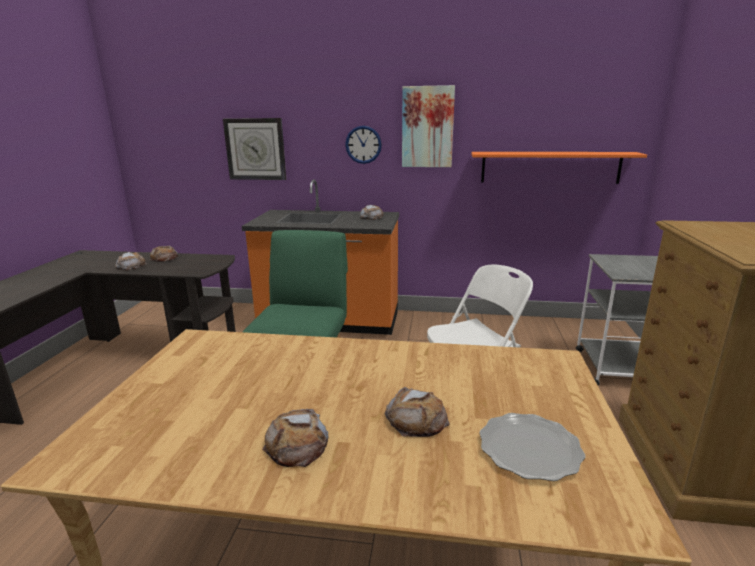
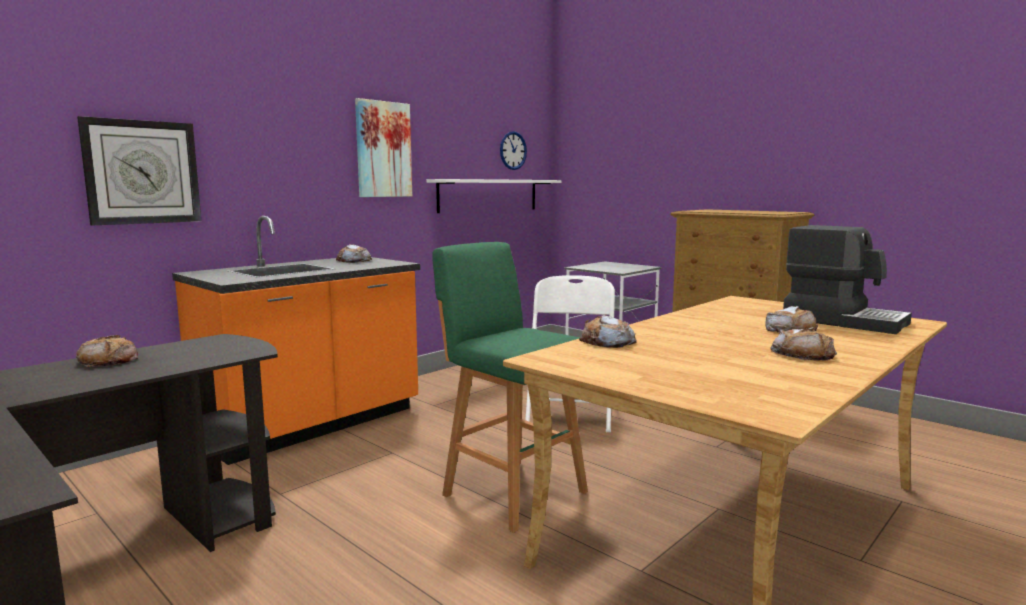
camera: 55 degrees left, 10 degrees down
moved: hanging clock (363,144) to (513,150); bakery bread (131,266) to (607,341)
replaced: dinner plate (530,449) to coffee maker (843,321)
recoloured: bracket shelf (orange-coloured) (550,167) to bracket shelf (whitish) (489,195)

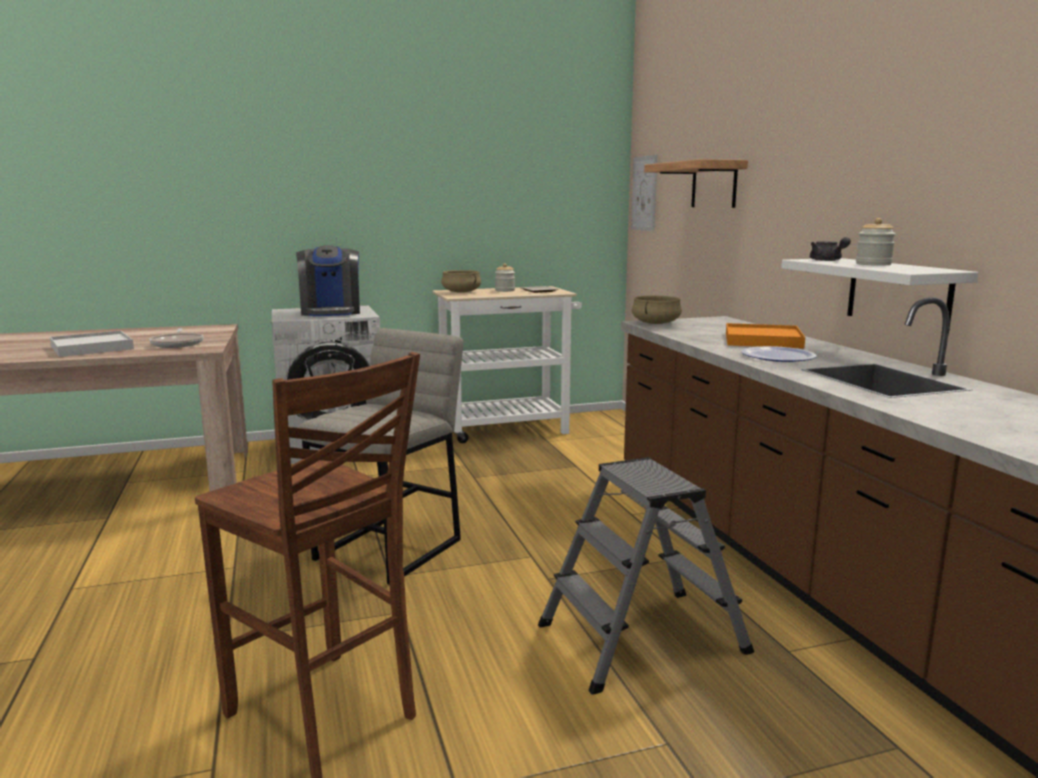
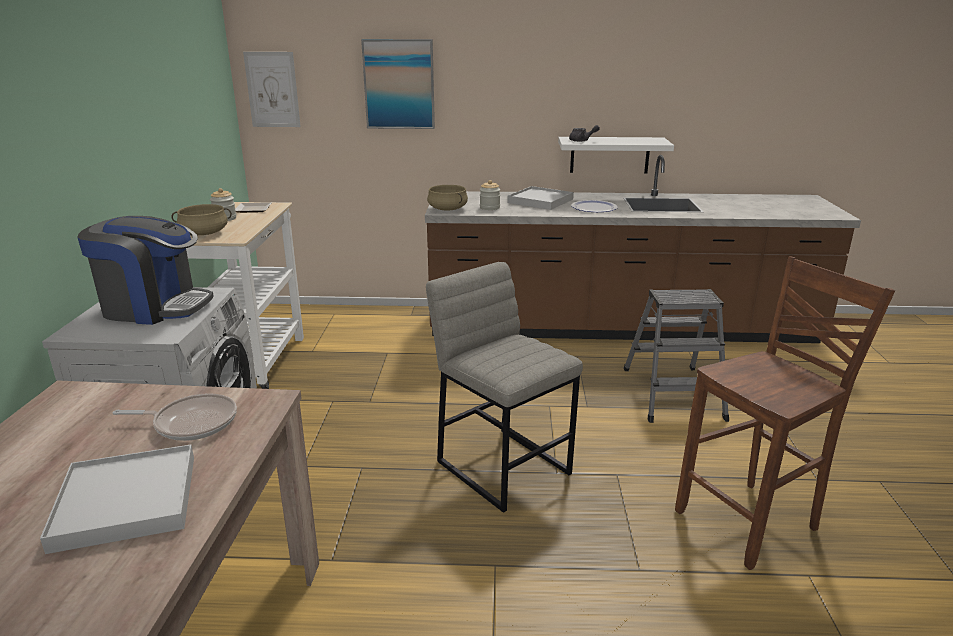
camera: 70 degrees left, 10 degrees up
moved: preserve jar (873,264) to (489,207)
replaced: bracket shelf (714,185) to picture (399,84)
recoloured: tray (orange-coloured) (762,340) to tray (whitish) (540,201)

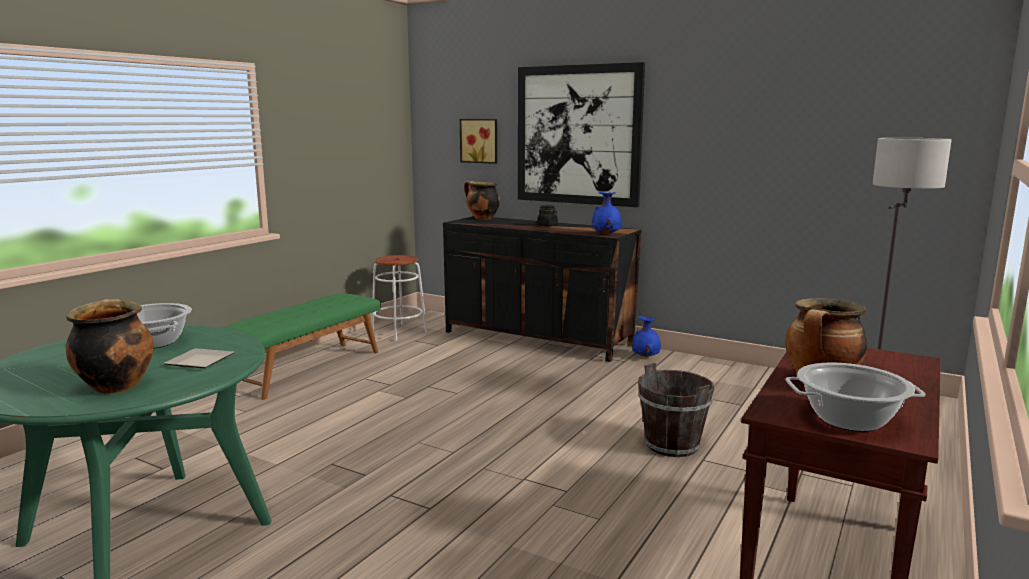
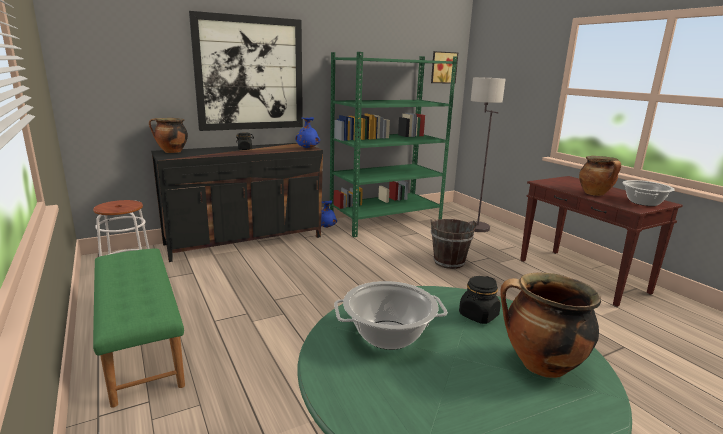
camera: 60 degrees left, 5 degrees up
added: bookshelf (green) (385,221)
moved: picture (480,141) to (443,67)
replaced: dinner plate (202,361) to preserve jar (blackish) (478,315)

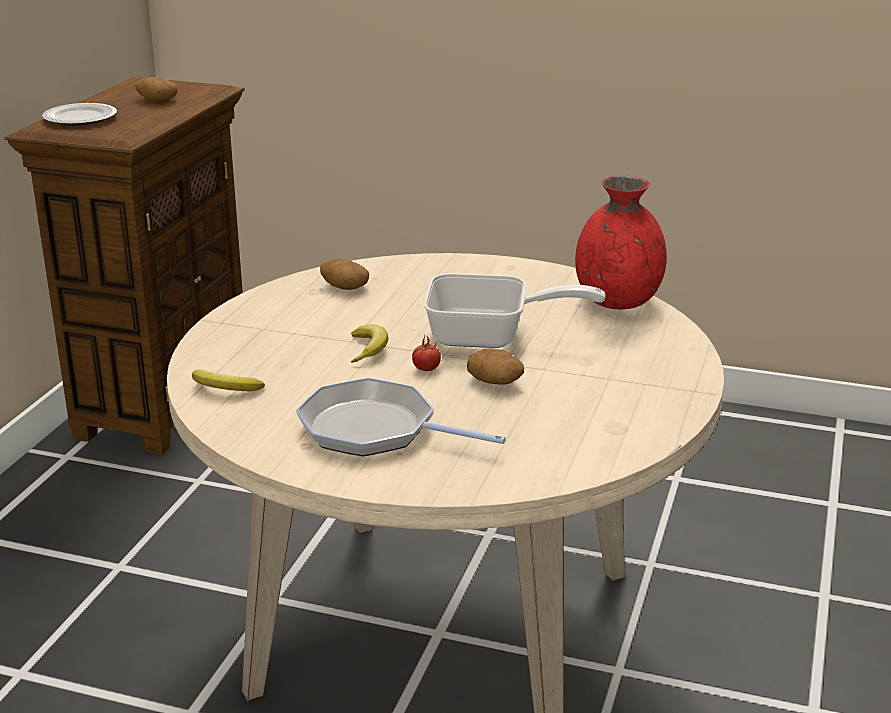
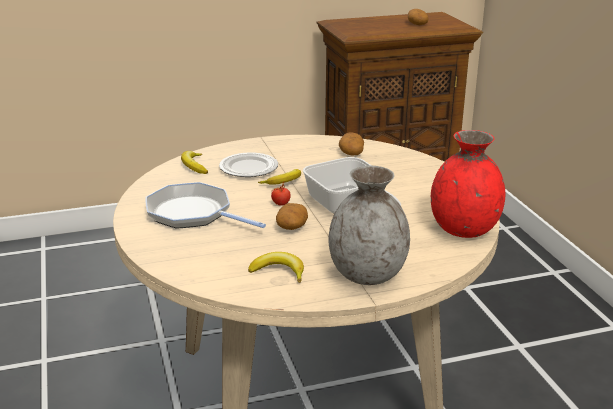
camera: 55 degrees right, 0 degrees up
added: vase (greyish) (368,275); whole banana (279,272)
moved: dinner plate (80,118) to (249,168)
turned: pan (375,430) = (193,214) 45 degrees counterclockwise

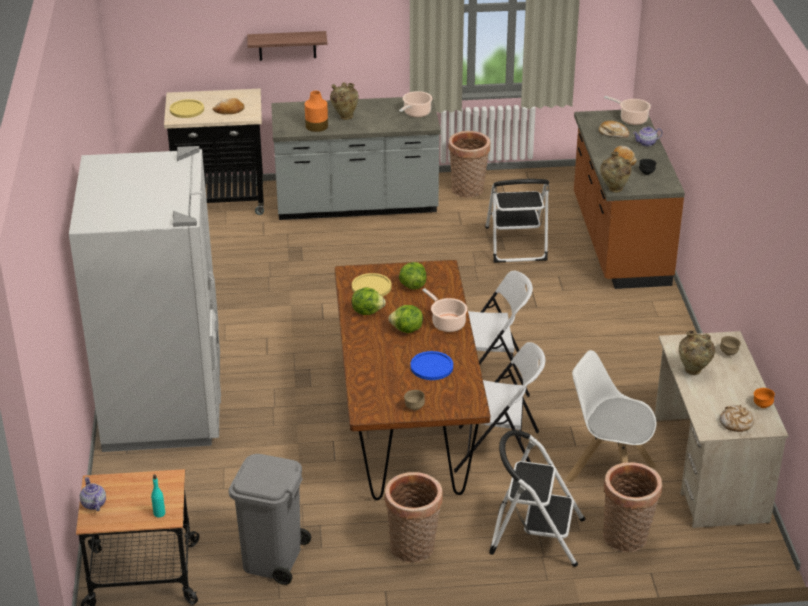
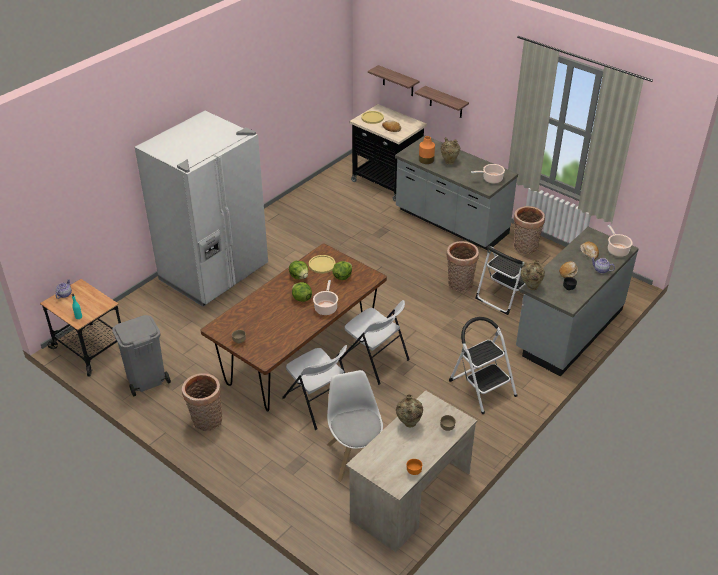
camera: 45 degrees right, 5 degrees up
removed: dinner plate (bluish) (431,367); bakery bread (736,423)
added: bracket shelf (398,81)
moved: step ladder (534,536) to (481,387); basket (626,539) to (459,285)
recoloured: kitchen base unit (brown-coloured) (618,242) to kitchen base unit (greyish) (568,330)

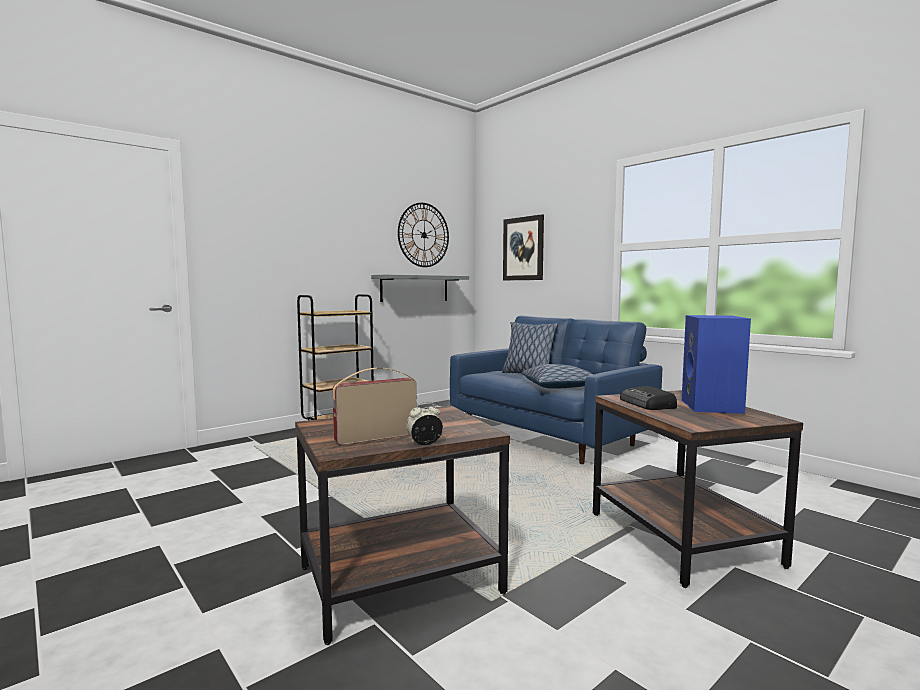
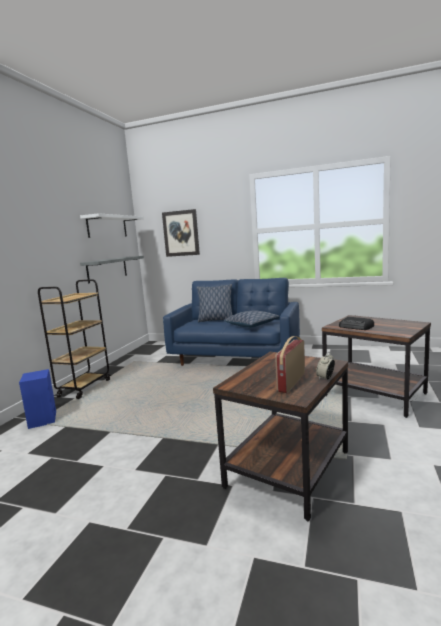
camera: 30 degrees left, 5 degrees up
moved: speaker (bluish) (713,407) to (43,420)
replaced: hanging clock (424,235) to bracket shelf (whitish) (107,227)

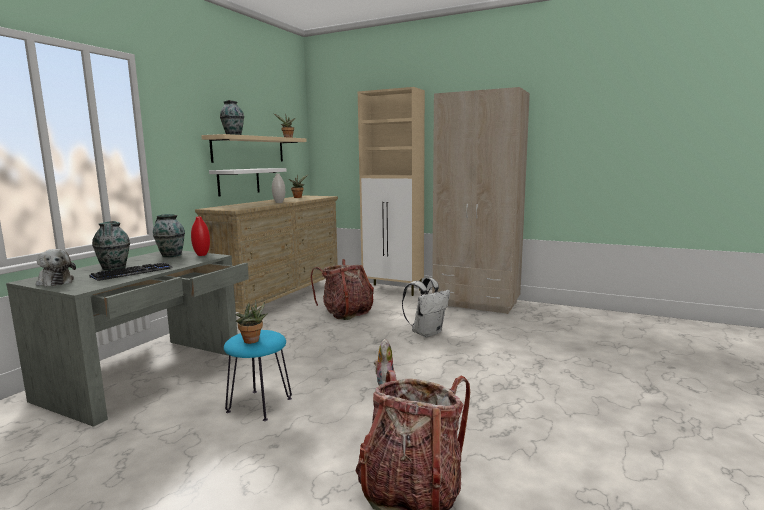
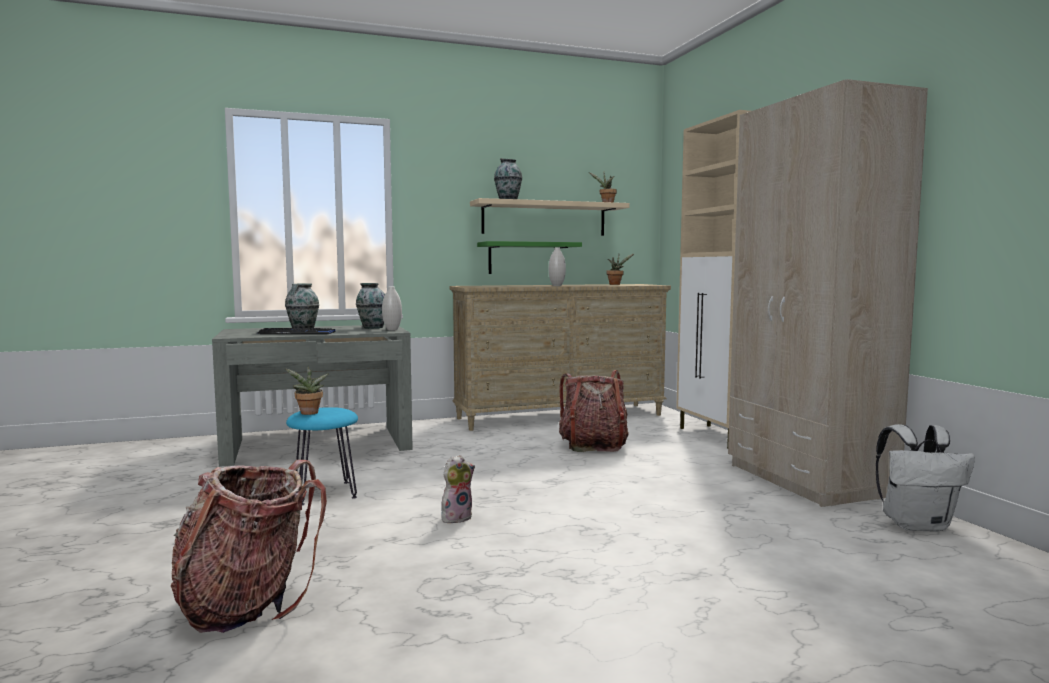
camera: 45 degrees right, 5 degrees down
removed: plush toy (55,282)
moved: backpack (whitish) (427,333) to (916,525)
recoloured: bracket shelf (whitish) (238,181) to bracket shelf (green) (523,258); vase (red-coloured) (202,255) to vase (whitish) (392,330)

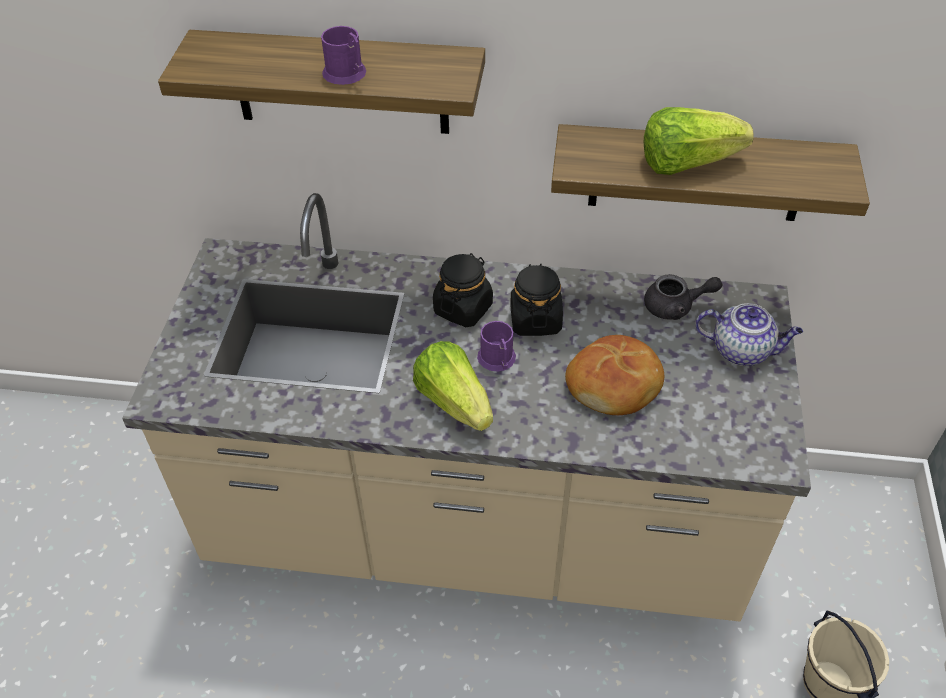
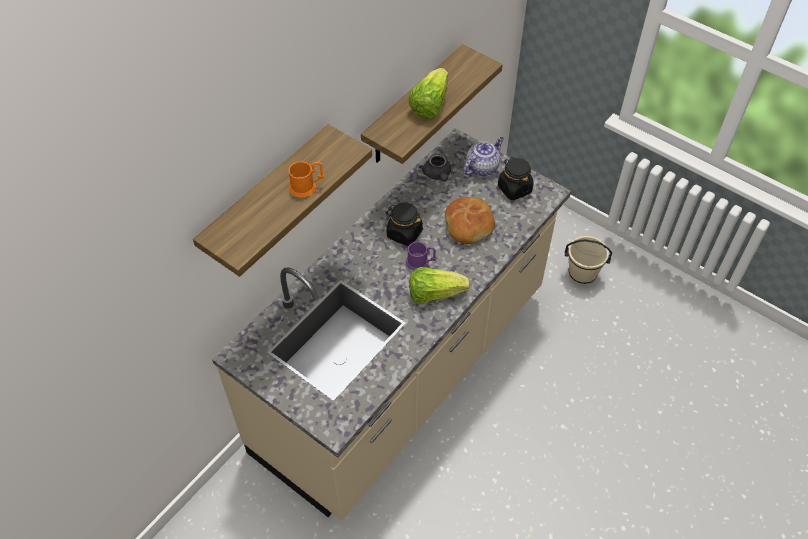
camera: 60 degrees left, 5 degrees up
moved: preserve jar (blackish) (463,308) to (514,189)
recoloured: tea mug (purple) (347,75) to tea mug (orange-coloured) (306,186)
turned: pot for tea (greyish) (675,307) = (437,175) 135 degrees clockwise

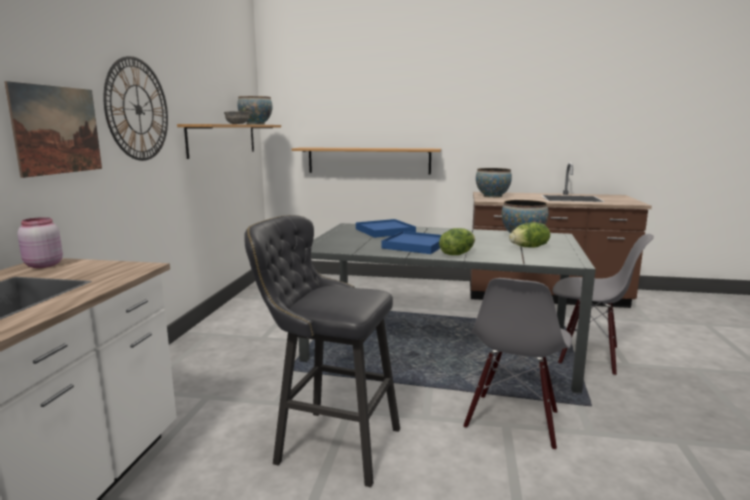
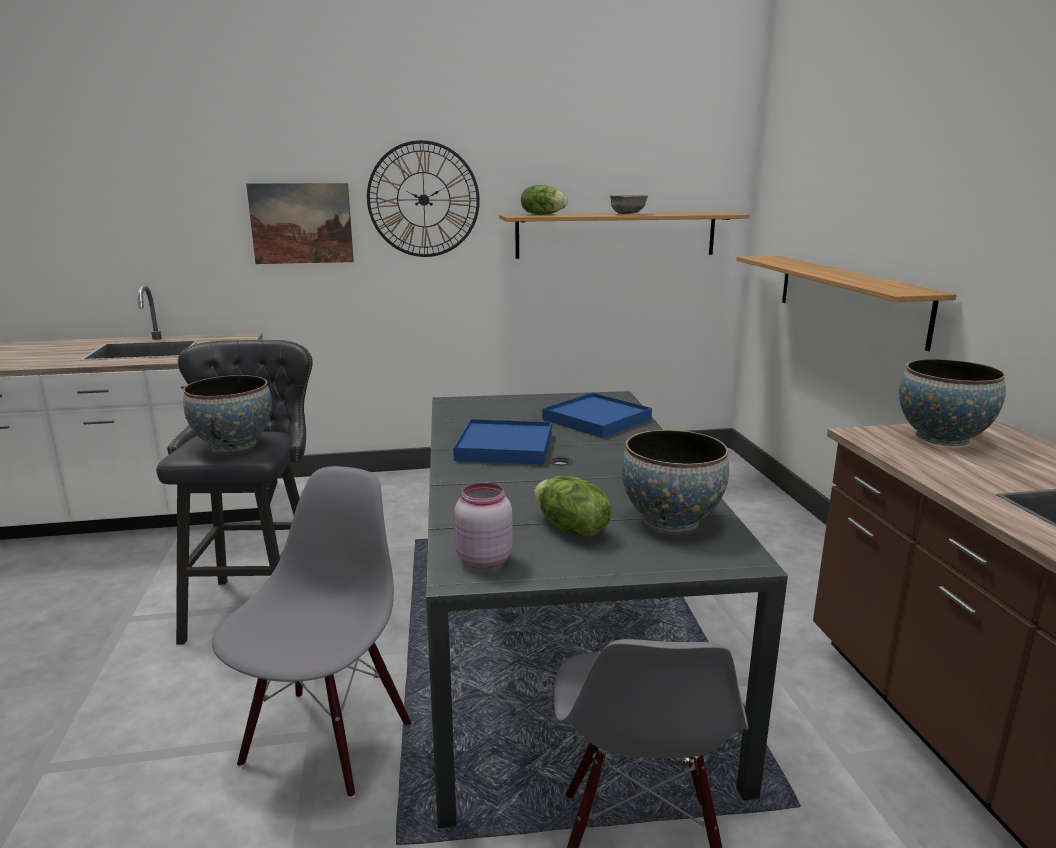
camera: 70 degrees right, 5 degrees up
moved: deep dish (256,124) to (234,444); preserve jar (pink) (42,265) to (482,560); head of lettuce (456,254) to (542,214)
turned: plain chair (greyish) (513,421) = (326,741) 105 degrees clockwise

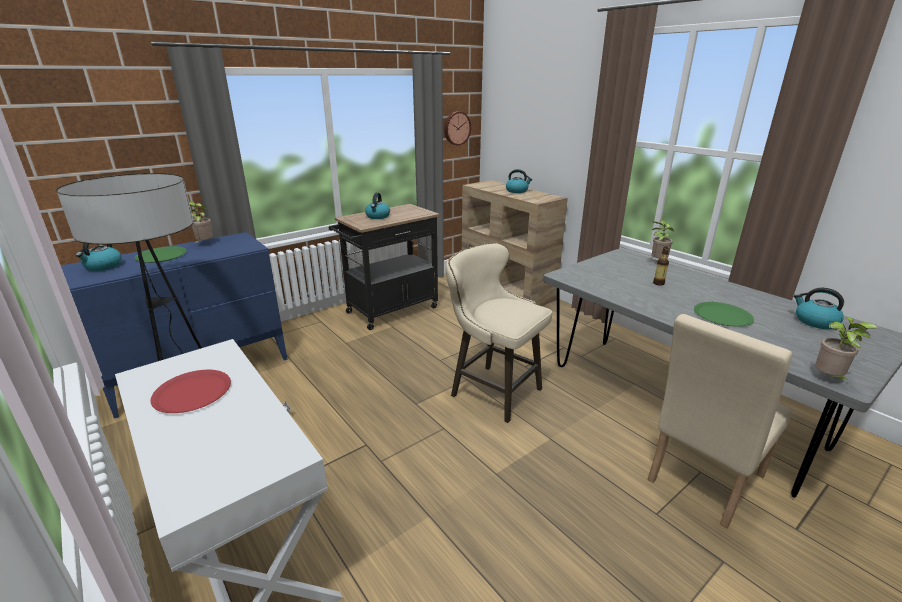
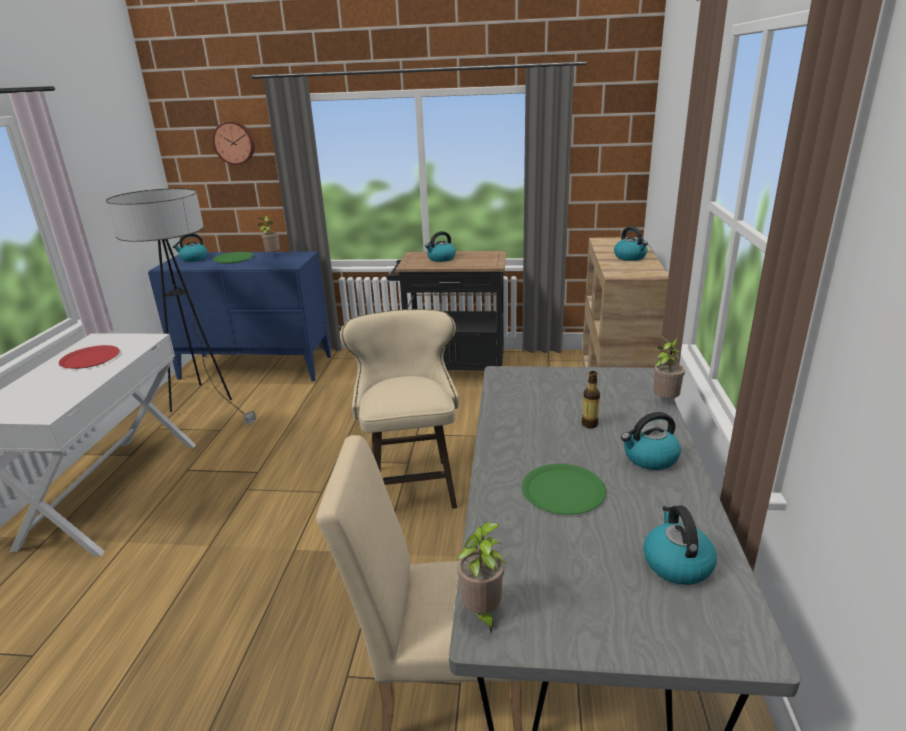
camera: 45 degrees right, 0 degrees up
added: water kettle (649,458)
moved: hanging clock (456,128) to (234,143)

